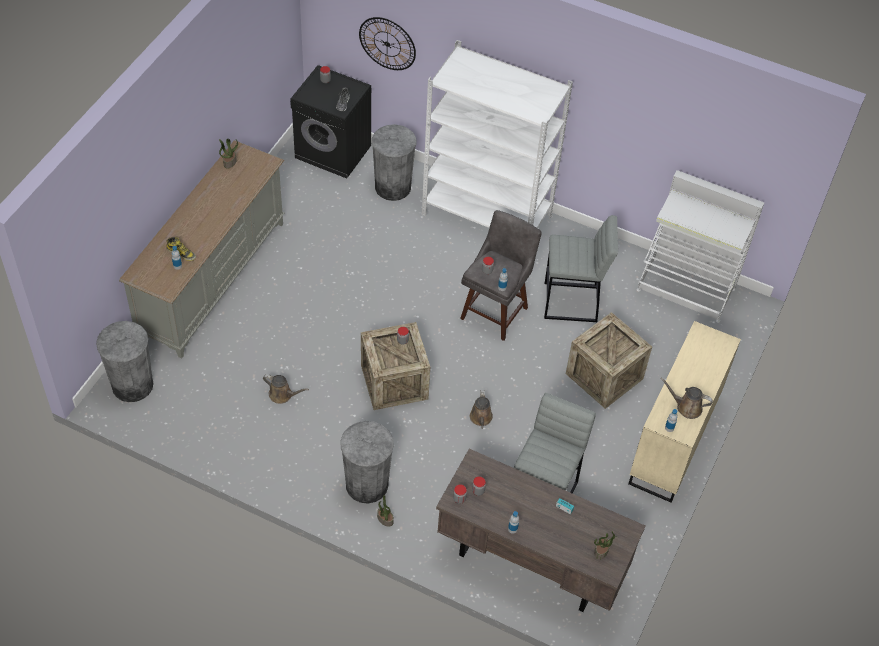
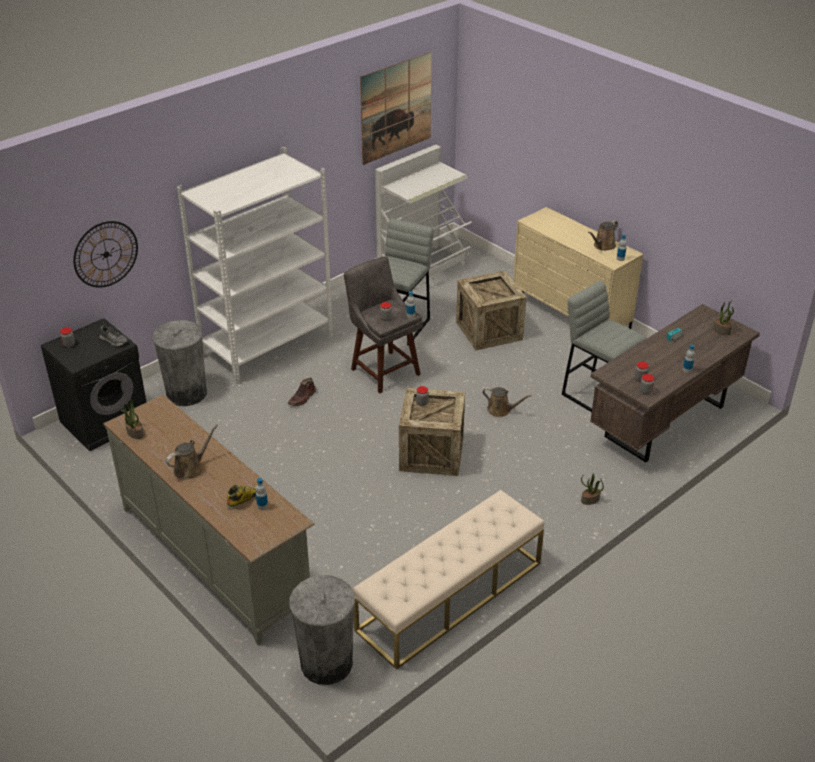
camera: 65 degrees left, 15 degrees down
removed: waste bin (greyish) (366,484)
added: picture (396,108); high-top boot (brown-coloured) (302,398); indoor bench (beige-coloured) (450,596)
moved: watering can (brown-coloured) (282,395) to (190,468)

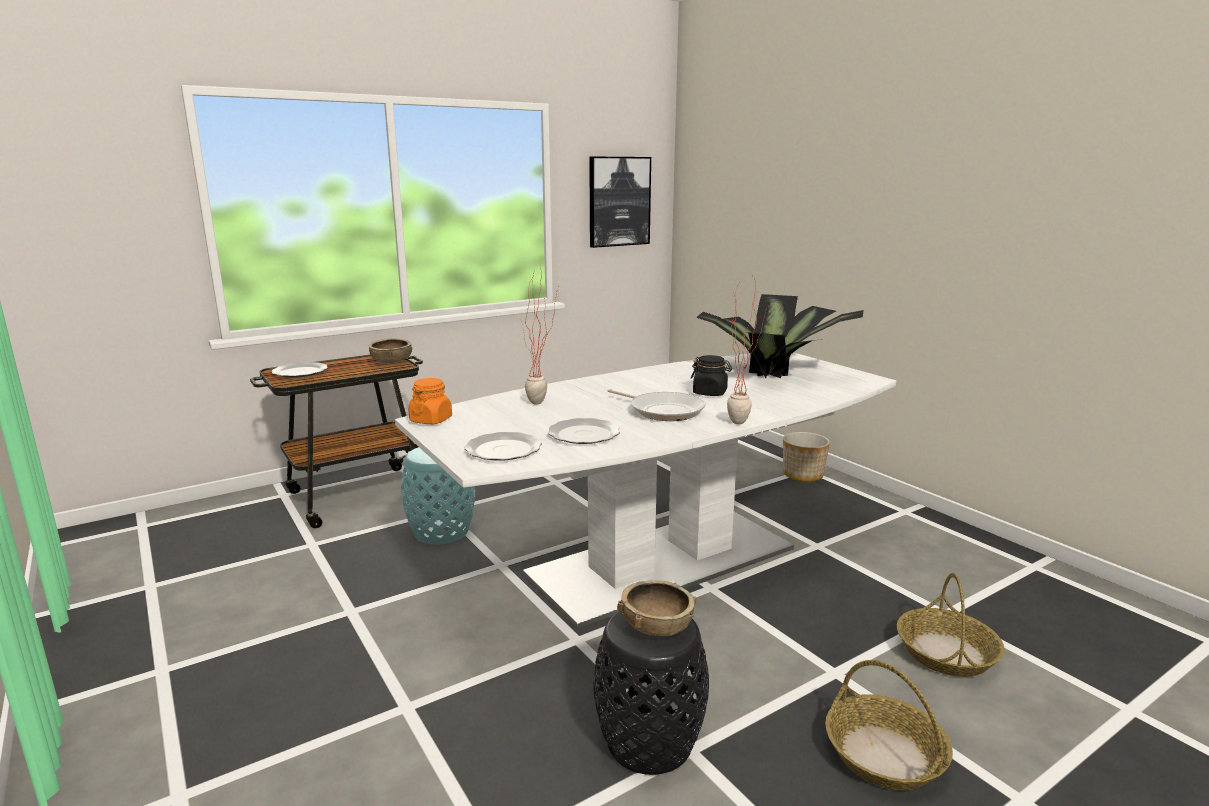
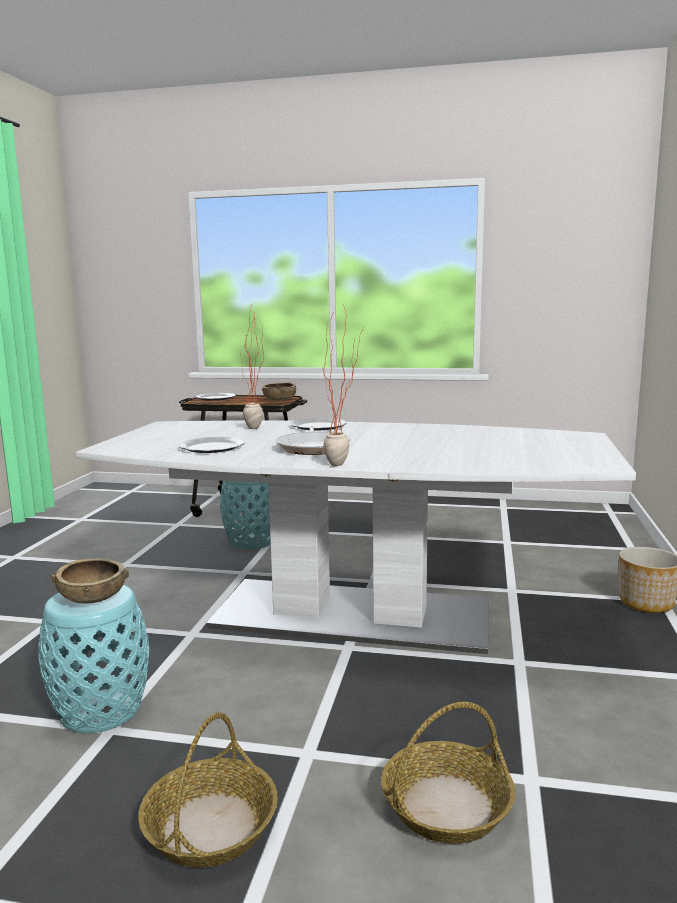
camera: 45 degrees right, 5 degrees down
removed: picture (619,201); potted plant (776,373); preserve jar (blackish) (710,393); preserve jar (orange-coloured) (431,420)
moved: dinner plate (504,450) to (319,426)
recoloured: stool (blackish) (649,743) to stool (turquoise-coloured) (100,710)

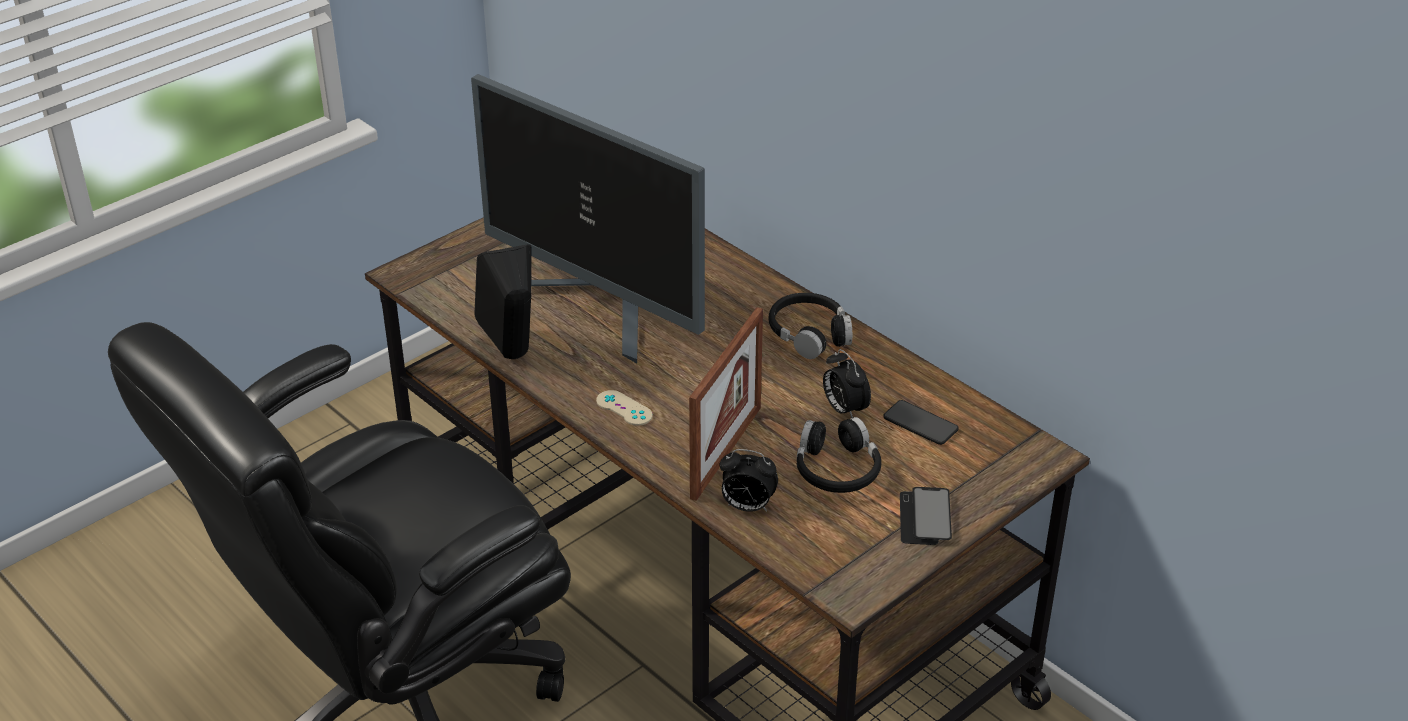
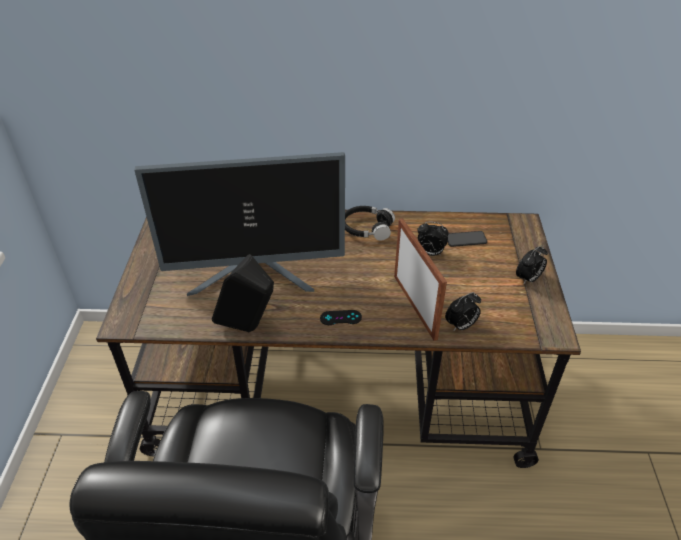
camera: 45 degrees left, 5 degrees up
removed: pair of headphones (blackish) (836,469)
replaced: telephone (925,518) to bedside clock (528,279)
recoloured: gamepad (beige-coloured) (624,408) to gamepad (blackish) (340,318)

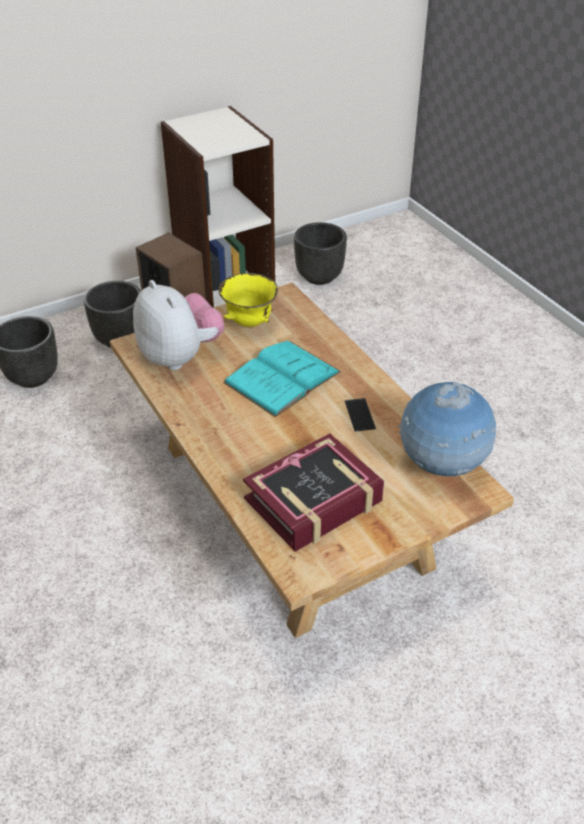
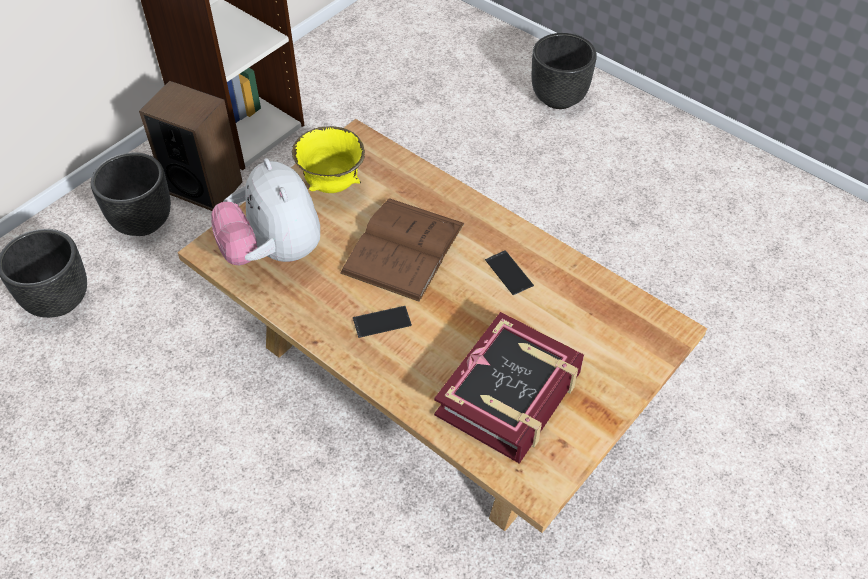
camera: 20 degrees left, 10 degrees up
removed: globe (441,466)
added: telephone (382,322)
moved: plant pot (blackish) (320,276) to (559,97)
recoloured: book (turquoise-coloured) (282,377) to book (brown-coloured) (403,248)
turned: plush toy (180,356) = (274,252) 150 degrees counterclockwise

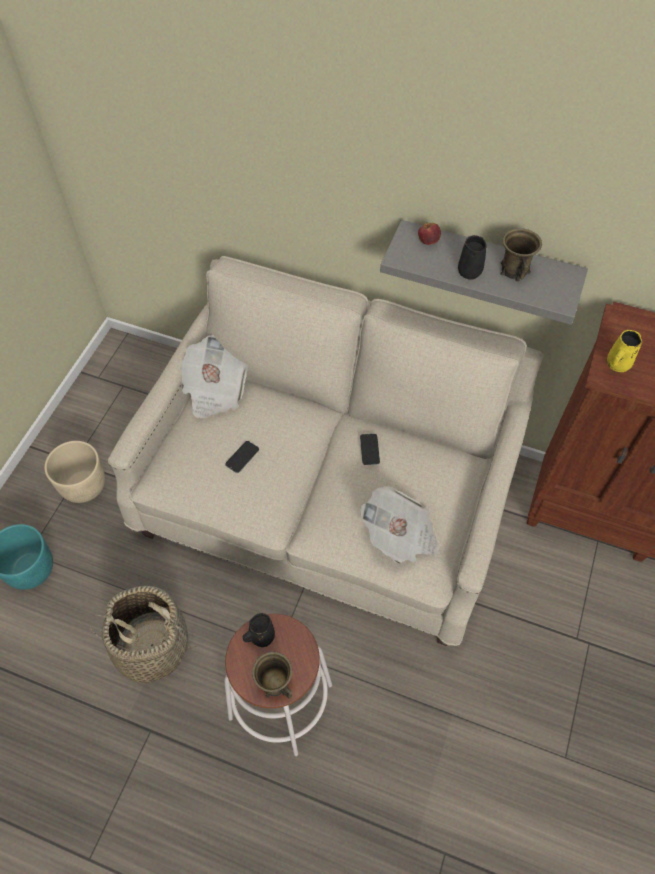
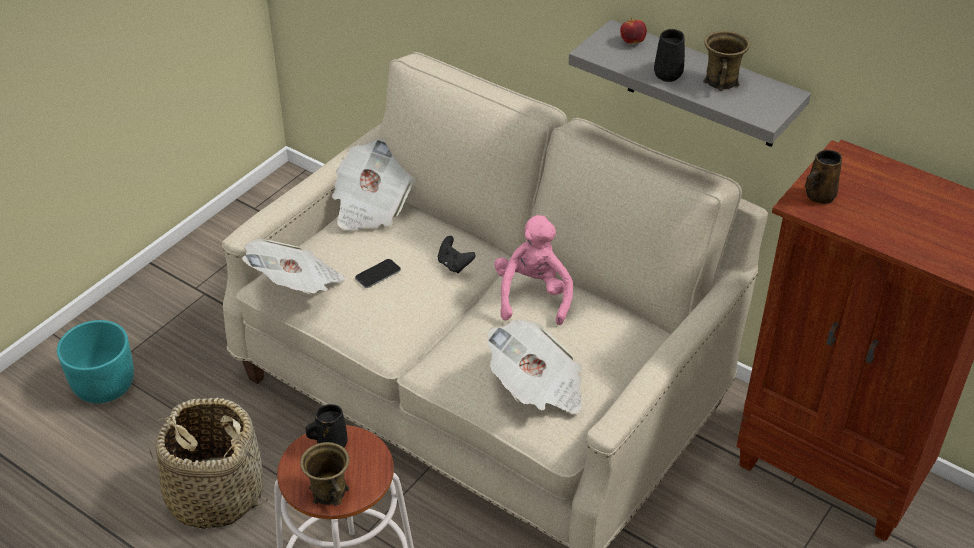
camera: 15 degrees right, 15 degrees down
removed: plant pot (beige-coloured) (83,485)
added: gamepad (blackish) (454,265); newspaper (297,285)
replaced: telephone (369,449) to plush toy (pink) (533,295)
recoloured: tea mug (yellow-coloured) (617,364) to tea mug (brown-coloured) (818,196)

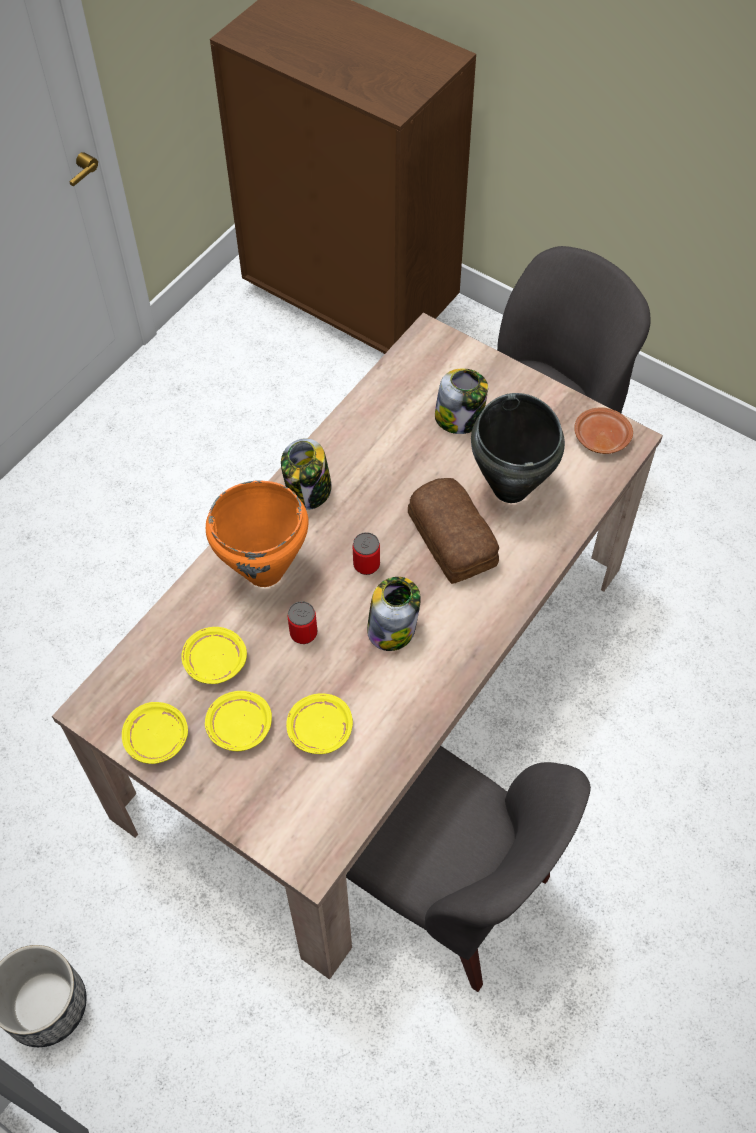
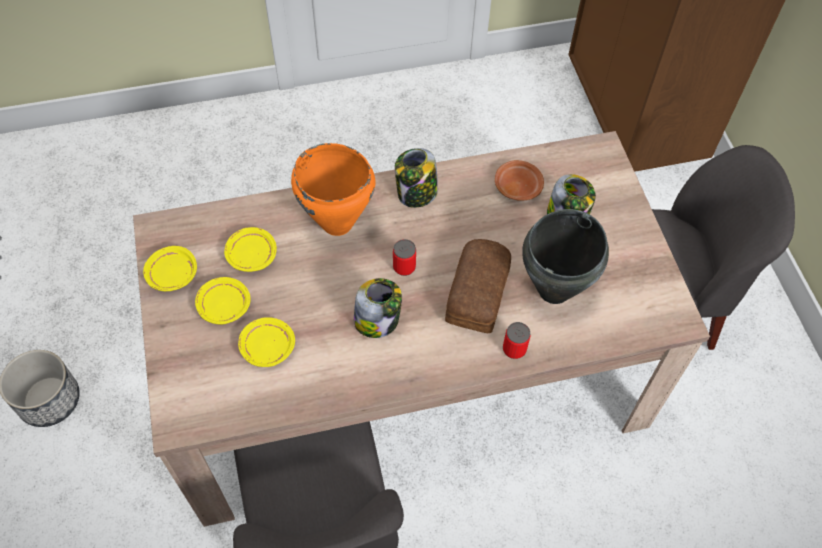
camera: 40 degrees right, 0 degrees up
moved: dinner plate (brown-coloured) (600,437) to (517,186); metal can (303,633) to (514,349)

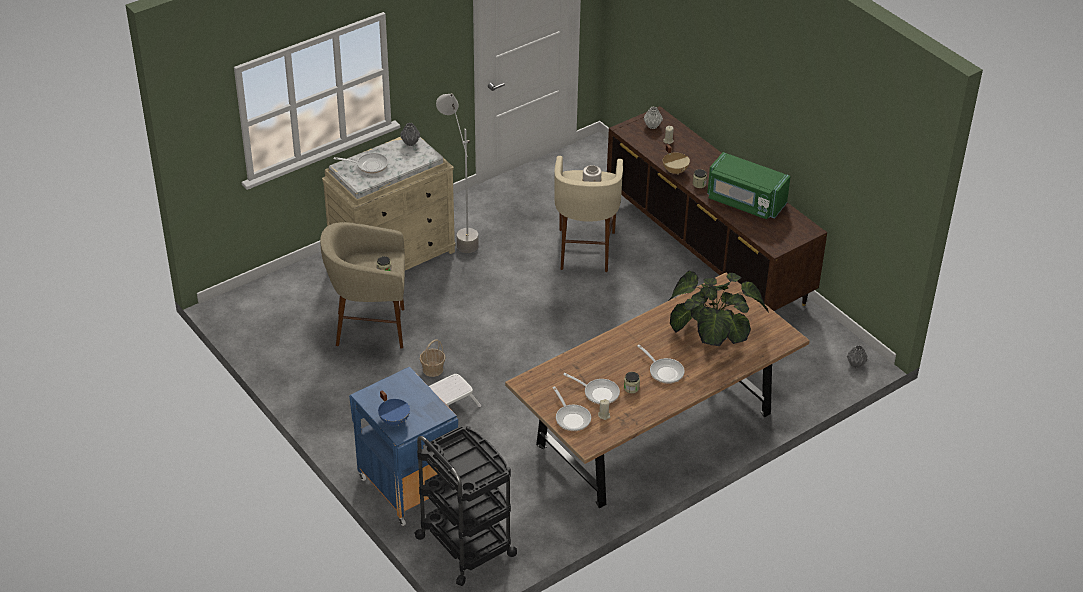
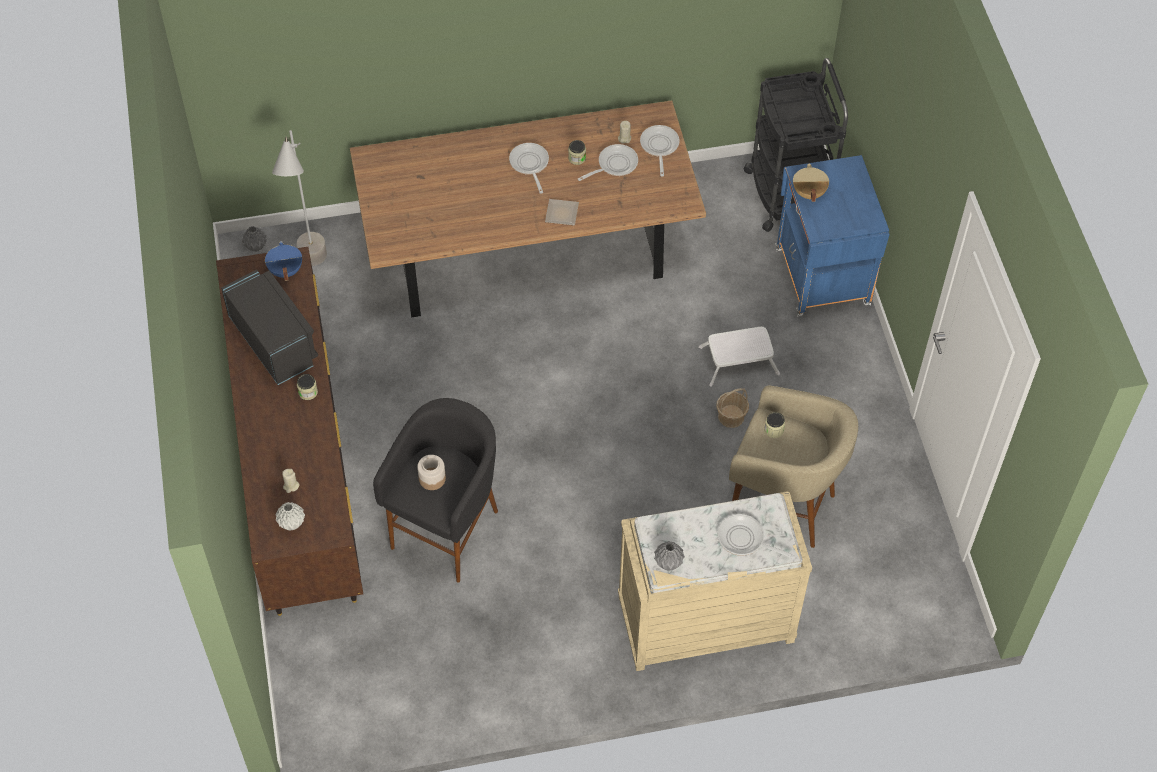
camera: 155 degrees left, 15 degrees up
removed: potted plant (713,332)
added: dinner plate (563,213)
moved: floor lamp (greyish) (459,235) to (312,273); saucepot (beige-coloured) (675,171) to (808,193); saucepot (bluish) (395,420) to (285,271)
recoloured: kitchen microwave (green) (745,202) to kitchen microwave (blackish) (274,341); stool (beige-coloured) (585,250) to stool (blackish) (447,530)
turned: pan (598,393) = (614,165) 90 degrees clockwise

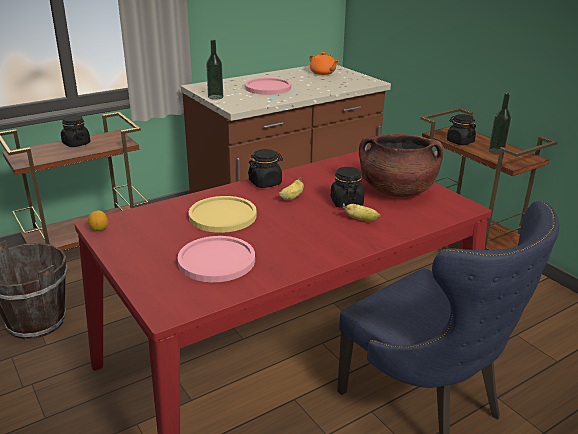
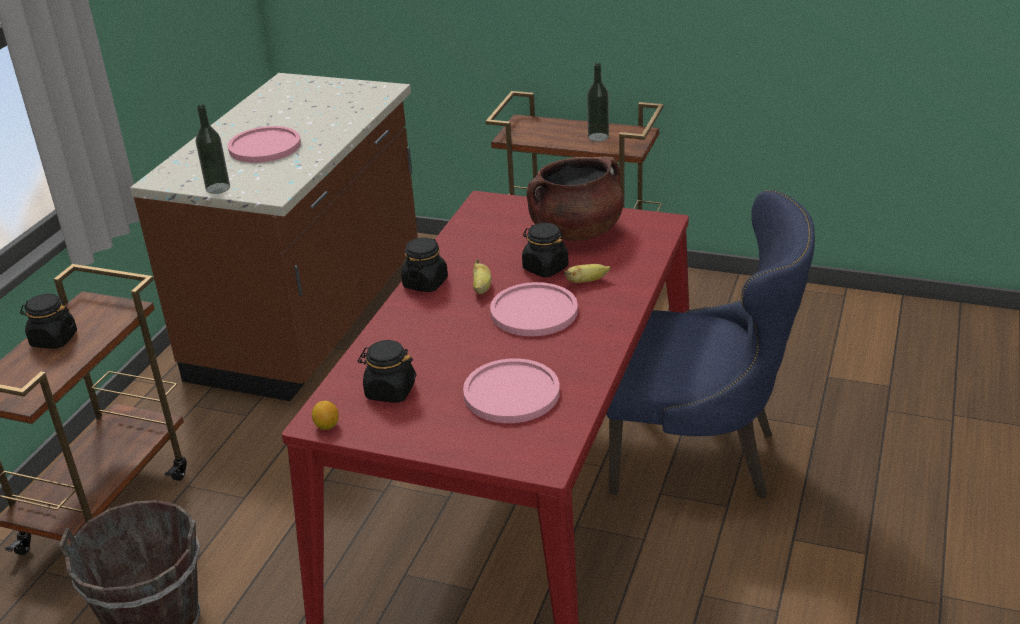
camera: 35 degrees left, 5 degrees up
removed: pot for tea (orange-coloured) (323,73); dinner plate (yellow-coloured) (222,216)
added: dinner plate (pink) (534,311)
moved: preserve jar (blackish) (460,142) to (390,391)

